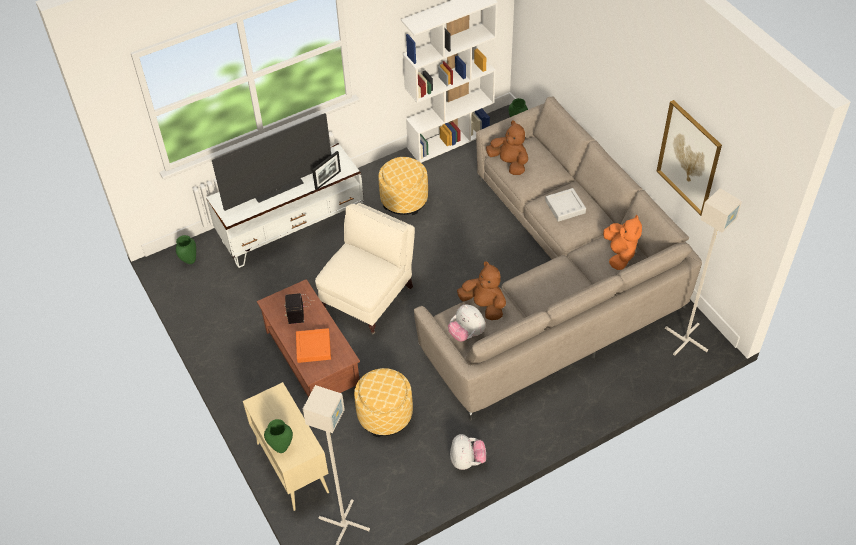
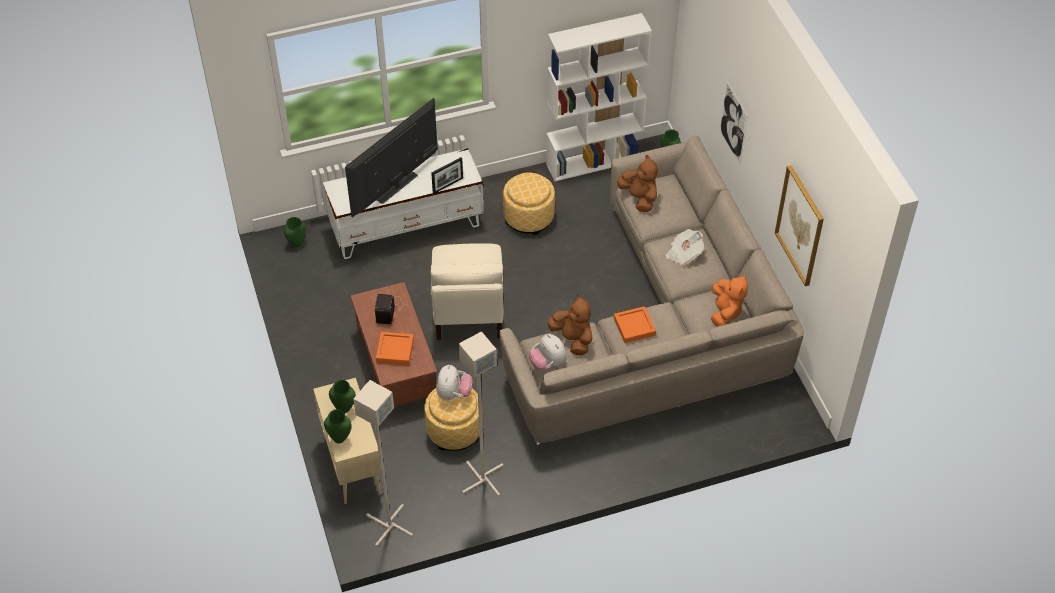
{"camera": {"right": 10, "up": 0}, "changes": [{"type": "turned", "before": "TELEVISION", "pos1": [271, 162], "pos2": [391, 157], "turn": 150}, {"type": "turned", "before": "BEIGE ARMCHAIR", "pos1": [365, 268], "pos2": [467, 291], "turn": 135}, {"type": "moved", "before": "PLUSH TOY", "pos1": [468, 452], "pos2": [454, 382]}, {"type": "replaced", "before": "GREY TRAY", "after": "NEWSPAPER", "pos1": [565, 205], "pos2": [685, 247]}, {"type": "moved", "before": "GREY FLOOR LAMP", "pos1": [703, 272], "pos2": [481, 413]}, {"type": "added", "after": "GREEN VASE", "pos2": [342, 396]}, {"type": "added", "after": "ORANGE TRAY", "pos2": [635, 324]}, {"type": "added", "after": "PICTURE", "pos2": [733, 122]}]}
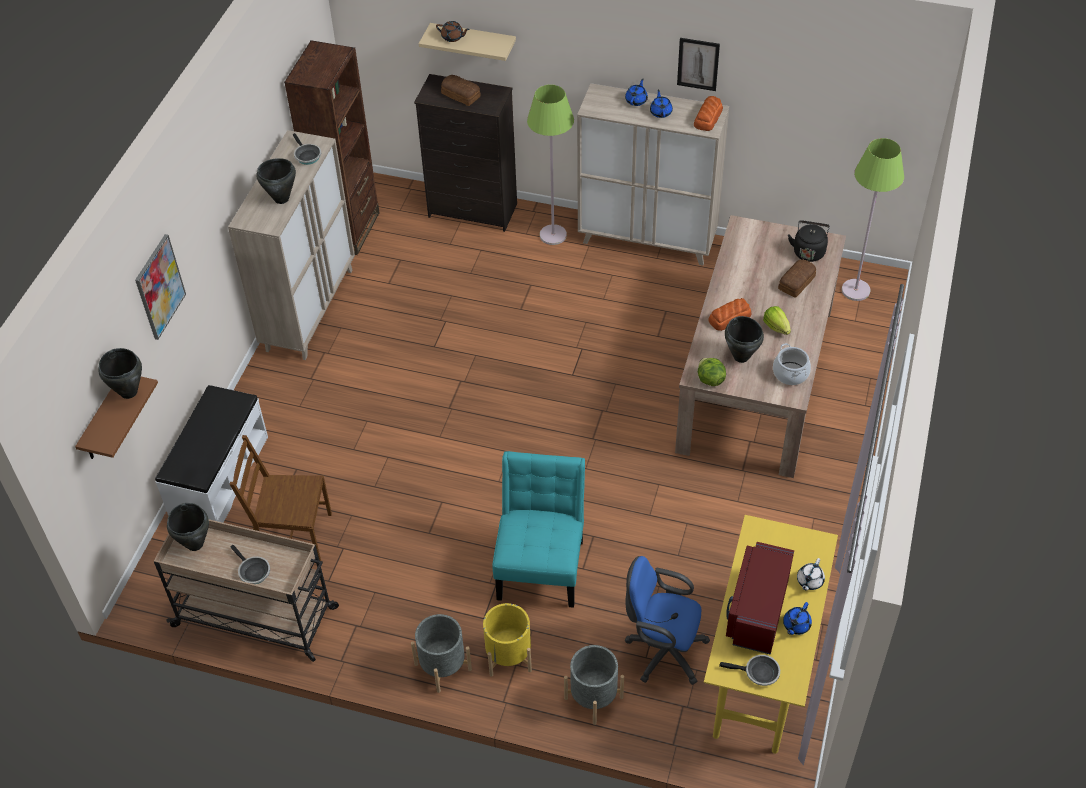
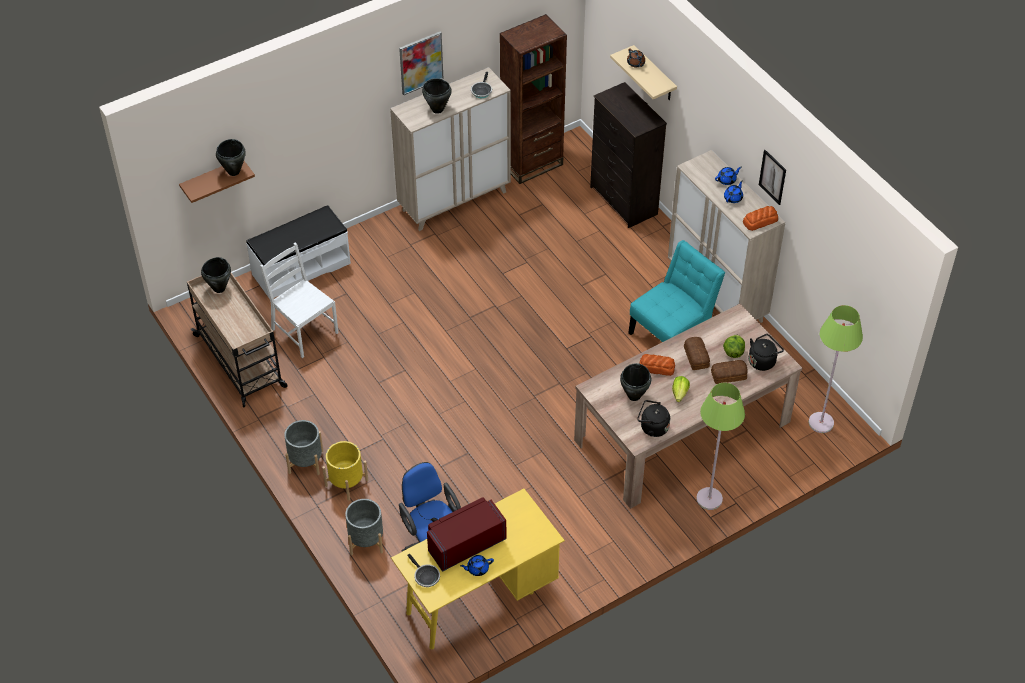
{"camera": {"right": 40, "up": 0}, "changes": [{"type": "moved", "before": "PICTURE", "pos1": [160, 287], "pos2": [421, 63]}, {"type": "recoloured", "before": "BROWN CHAIR", "after": "WHITE CHAIR", "pos1": [281, 498], "pos2": [299, 300]}, {"type": "removed", "before": "FRYING PAN", "pos1": [250, 564]}, {"type": "moved", "before": "BREAD", "pos1": [461, 90], "pos2": [697, 353]}, {"type": "moved", "before": "TURQUOISE CHAIR", "pos1": [538, 529], "pos2": [676, 291]}, {"type": "moved", "before": "GREEN FLOOR LAMP", "pos1": [550, 164], "pos2": [720, 446]}, {"type": "moved", "before": "LETTUCE", "pos1": [712, 372], "pos2": [734, 346]}, {"type": "replaced", "before": "COOKING POT", "after": "BLACK KETTLE", "pos1": [792, 364], "pos2": [653, 418]}, {"type": "removed", "before": "WHITE TEAPOT", "pos1": [811, 574]}]}
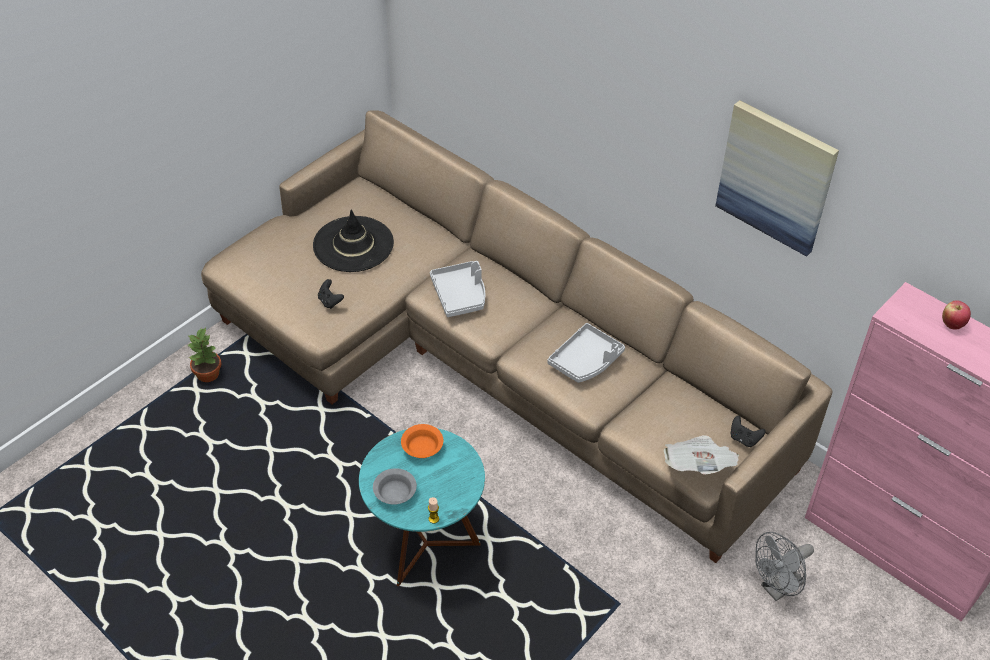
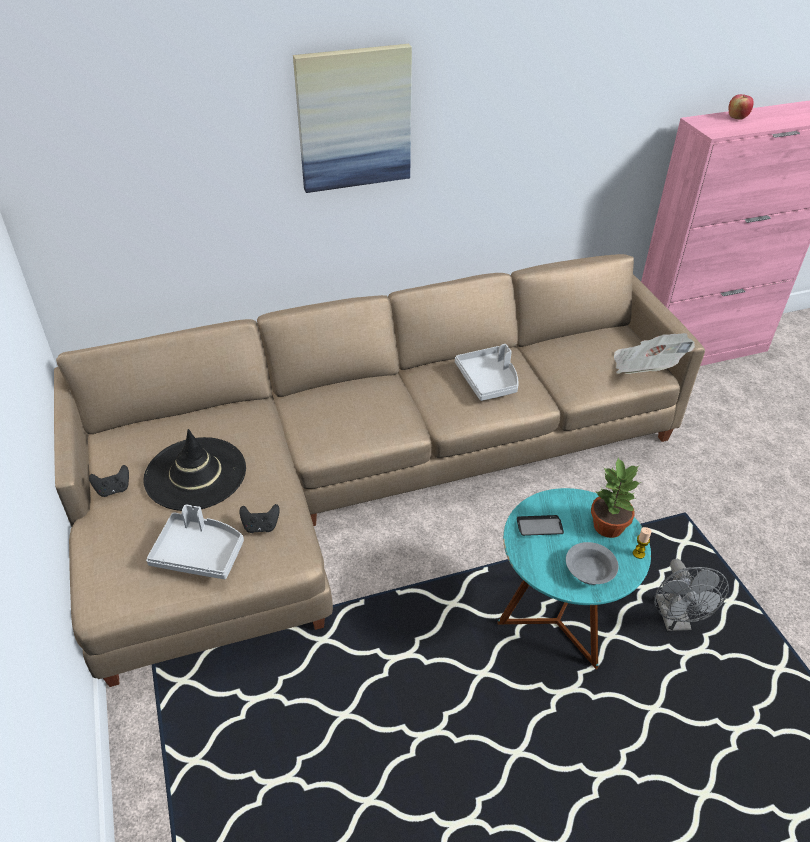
{"camera": {"right": -60, "up": -5}, "changes": [{"type": "moved", "before": "POTTED PLANT", "pos1": [204, 355], "pos2": [615, 498]}, {"type": "replaced", "before": "ORANGE BOWL", "after": "PHONE", "pos1": [422, 441], "pos2": [540, 525]}, {"type": "moved", "before": "GREY TRAY", "pos1": [457, 289], "pos2": [195, 541]}, {"type": "moved", "before": "PICTURE", "pos1": [777, 178], "pos2": [352, 118]}, {"type": "moved", "before": "BLACK GAME CONTROLLER", "pos1": [748, 431], "pos2": [109, 481]}, {"type": "moved", "before": "GREY FAN", "pos1": [784, 566], "pos2": [691, 595]}]}
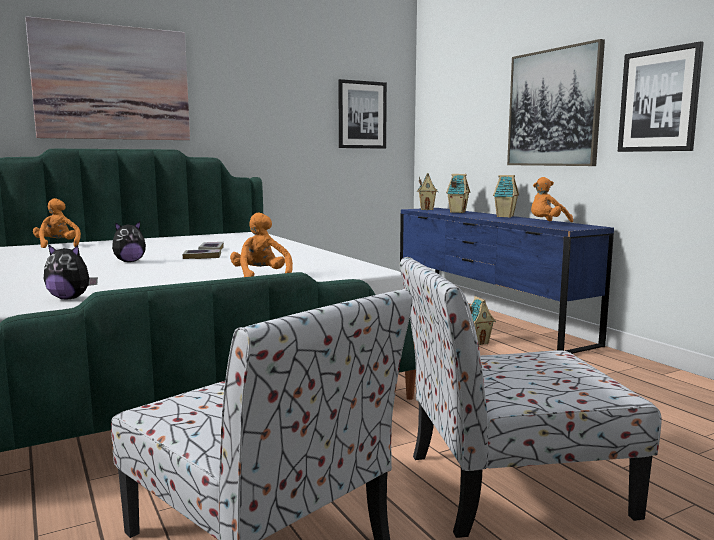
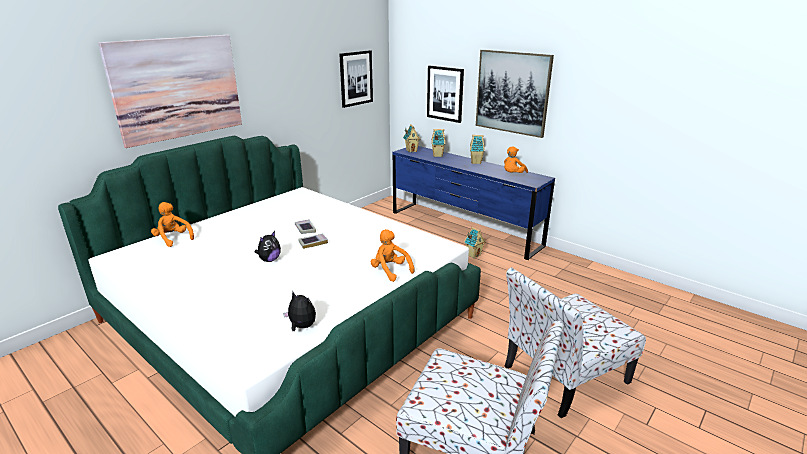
{"camera": {"right": -20, "up": 15}, "changes": [{"type": "turned", "before": "PLUSH TOY", "pos1": [71, 271], "pos2": [299, 311], "turn": -135}, {"type": "moved", "before": "PICTURE", "pos1": [661, 96], "pos2": [445, 94]}]}
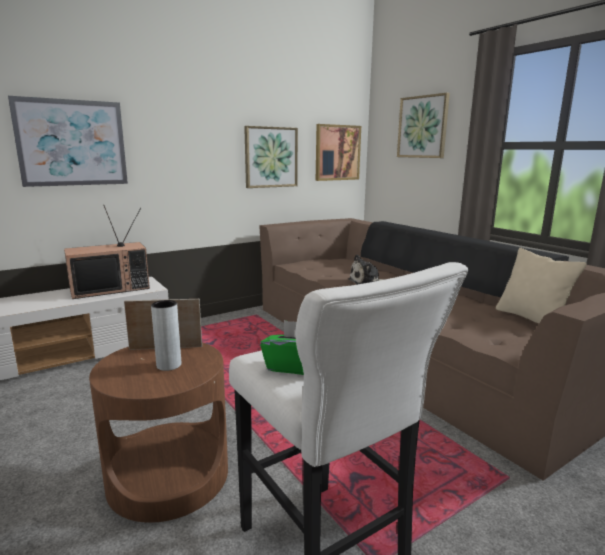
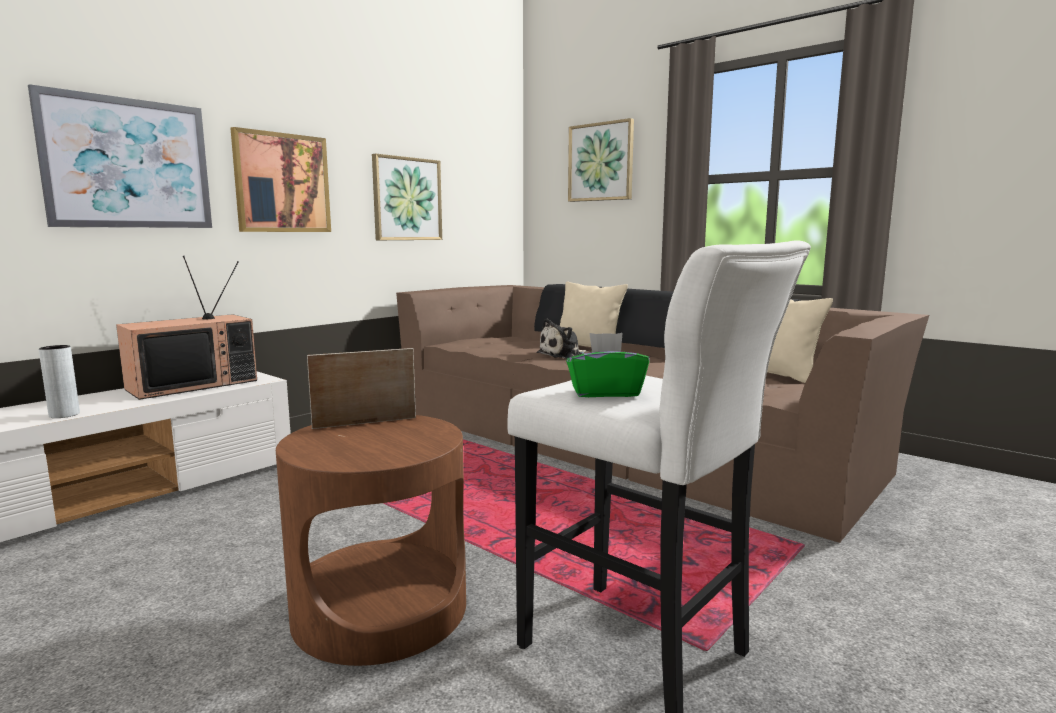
{"camera": {"right": -15, "up": -5}, "changes": [{"type": "moved", "before": "GREY VASE", "pos1": [166, 335], "pos2": [59, 381]}, {"type": "moved", "before": "PICTURE", "pos1": [338, 152], "pos2": [280, 179]}, {"type": "added", "after": "BEIGE PILLOW", "pos2": [594, 314]}]}
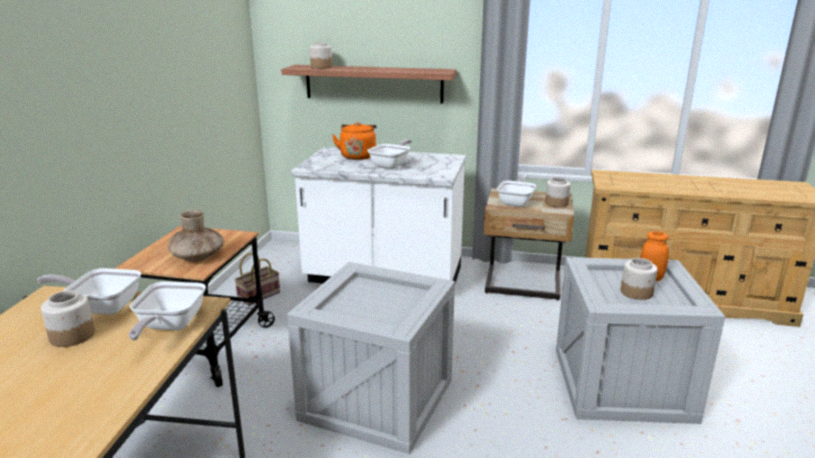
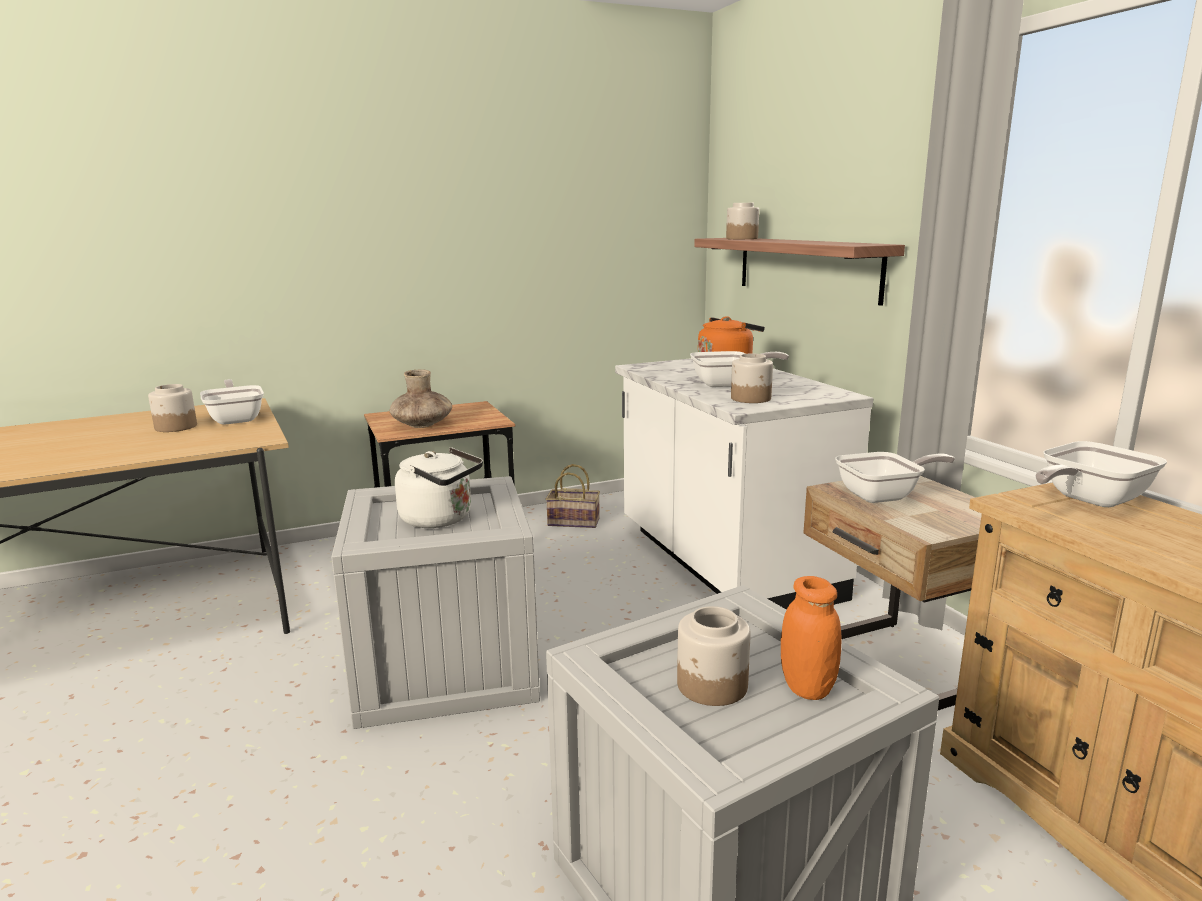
{"camera": {"right": 55, "up": -5}, "changes": [{"type": "moved", "before": "FRYING PAN", "pos1": [167, 310], "pos2": [1101, 474]}, {"type": "moved", "before": "JAR", "pos1": [558, 192], "pos2": [752, 378]}, {"type": "added", "after": "WHITE KETTLE", "pos2": [439, 487]}]}
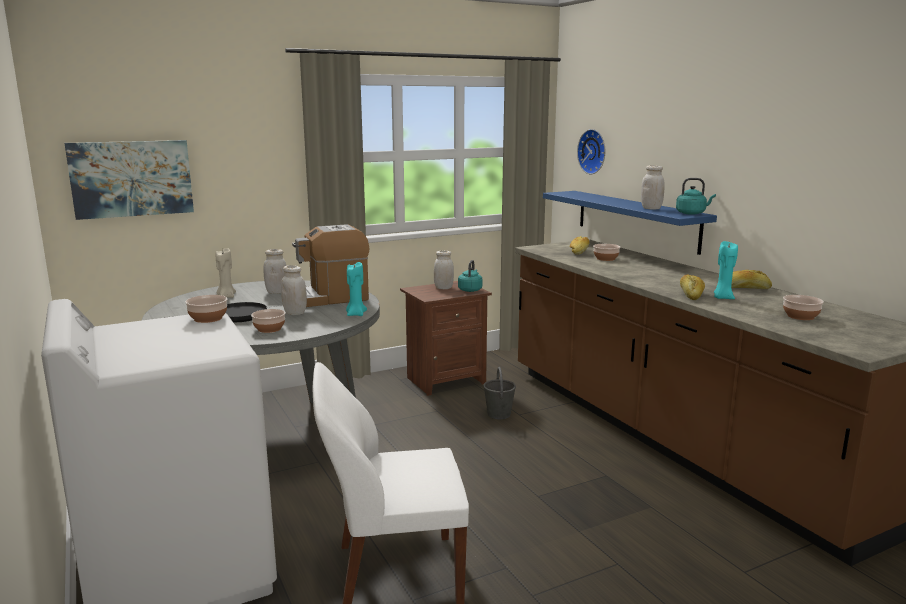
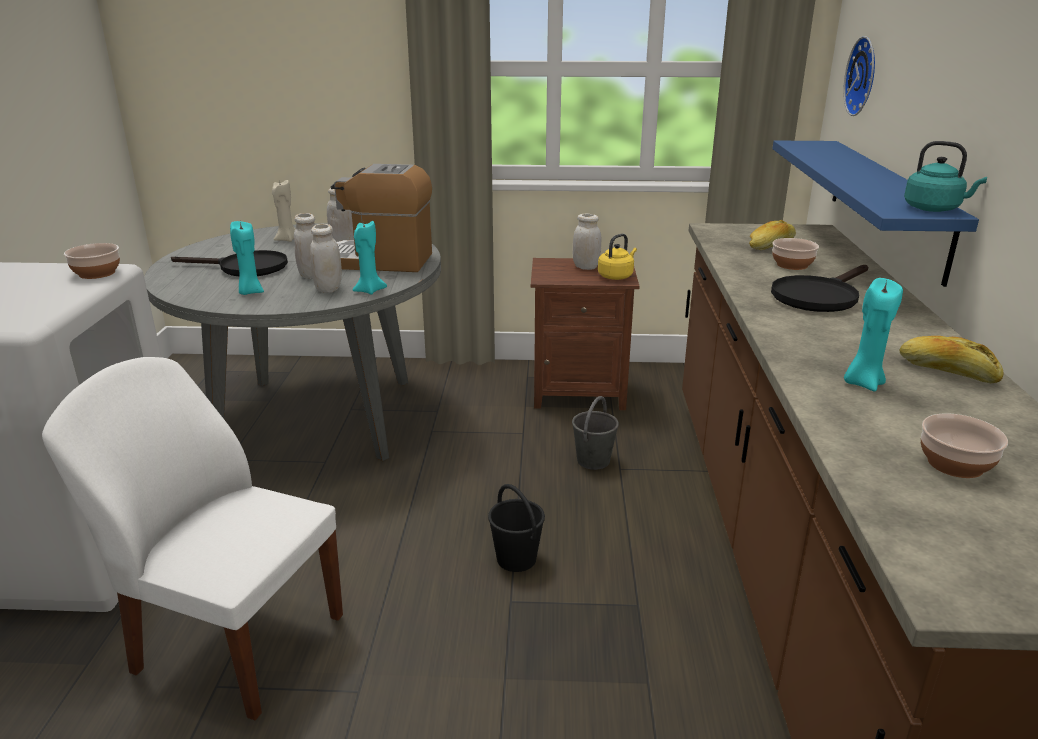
{"camera": {"right": 30, "up": 10}, "changes": [{"type": "removed", "before": "PICTURE", "pos1": [129, 180]}, {"type": "replaced", "before": "BOWL", "after": "TURQUOISE CANDLE", "pos1": [268, 321], "pos2": [247, 258]}, {"type": "recoloured", "before": "TURQUOISE KETTLE", "after": "YELLOW KETTLE", "pos1": [470, 276], "pos2": [617, 256]}, {"type": "moved", "before": "WHITE JAR", "pos1": [653, 187], "pos2": [326, 258]}, {"type": "removed", "before": "BREAD", "pos1": [692, 287]}, {"type": "added", "after": "BLACK BUCKET", "pos2": [516, 528]}, {"type": "added", "after": "BLACK FRYING PAN", "pos2": [819, 288]}]}
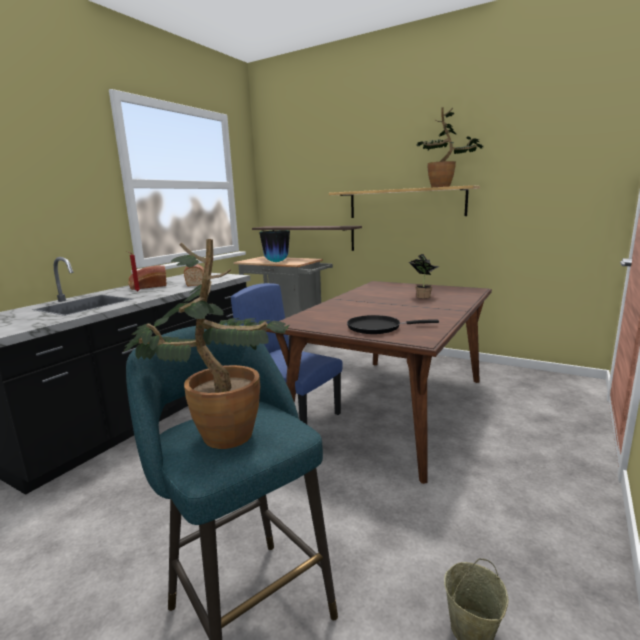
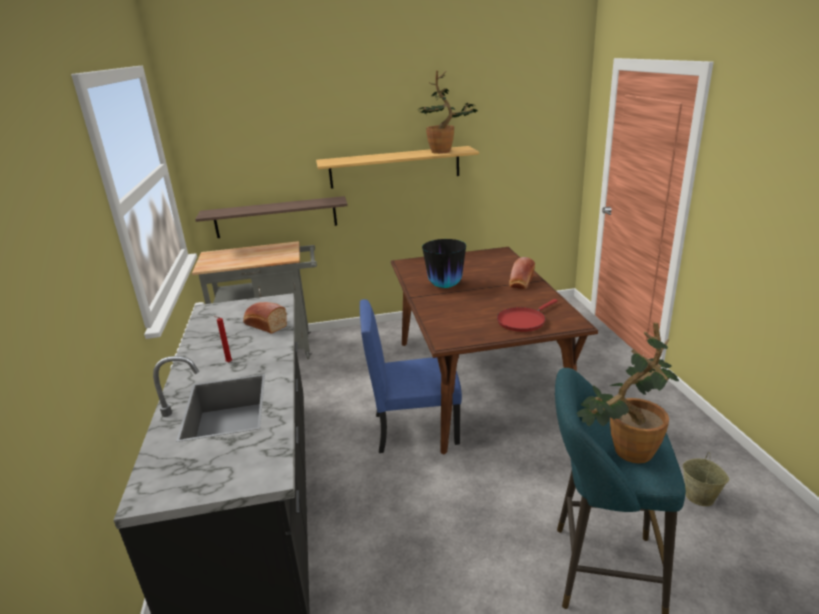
{"camera": {"right": -40, "up": 10}, "changes": [{"type": "moved", "before": "BREAD", "pos1": [147, 277], "pos2": [522, 273]}, {"type": "moved", "before": "VASE", "pos1": [274, 246], "pos2": [444, 263]}, {"type": "recoloured", "before": "BLACK FRYING PAN", "after": "RED FRYING PAN", "pos1": [393, 324], "pos2": [527, 315]}, {"type": "removed", "before": "POTTED PLANT", "pos1": [424, 276]}]}
